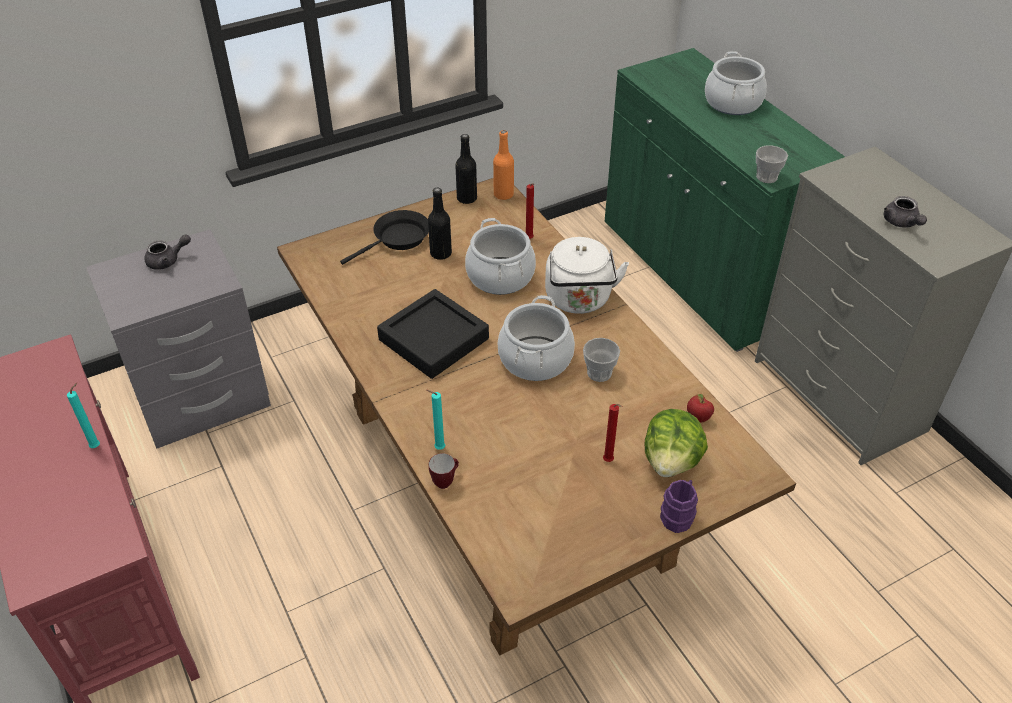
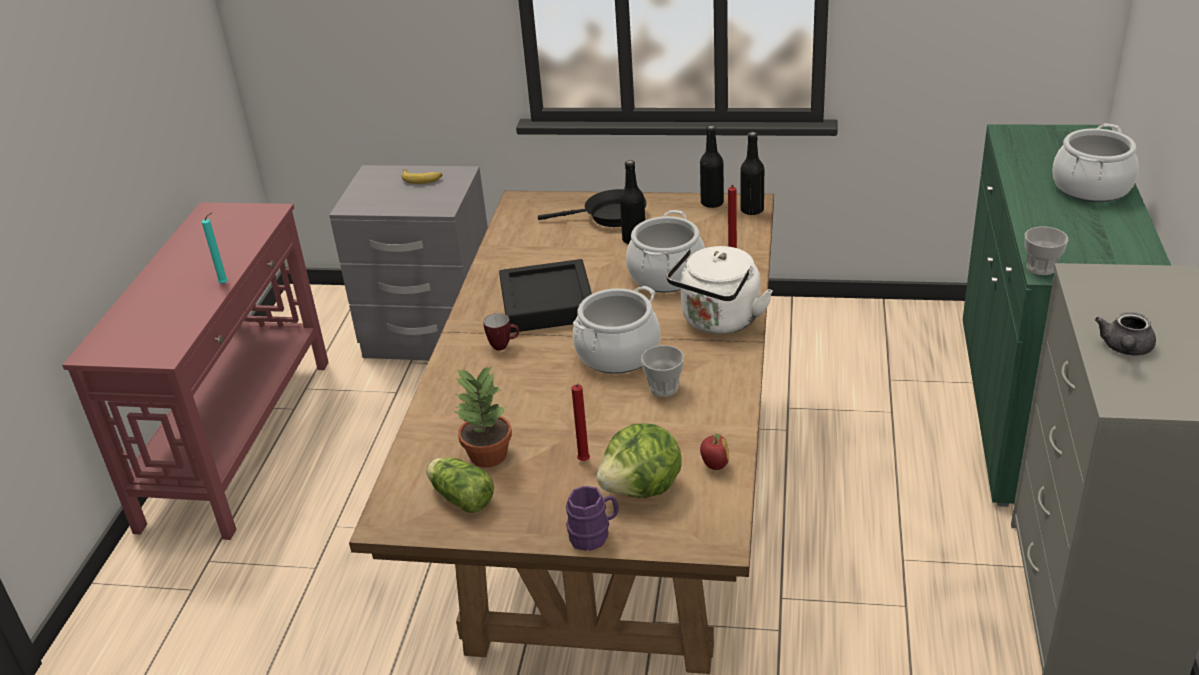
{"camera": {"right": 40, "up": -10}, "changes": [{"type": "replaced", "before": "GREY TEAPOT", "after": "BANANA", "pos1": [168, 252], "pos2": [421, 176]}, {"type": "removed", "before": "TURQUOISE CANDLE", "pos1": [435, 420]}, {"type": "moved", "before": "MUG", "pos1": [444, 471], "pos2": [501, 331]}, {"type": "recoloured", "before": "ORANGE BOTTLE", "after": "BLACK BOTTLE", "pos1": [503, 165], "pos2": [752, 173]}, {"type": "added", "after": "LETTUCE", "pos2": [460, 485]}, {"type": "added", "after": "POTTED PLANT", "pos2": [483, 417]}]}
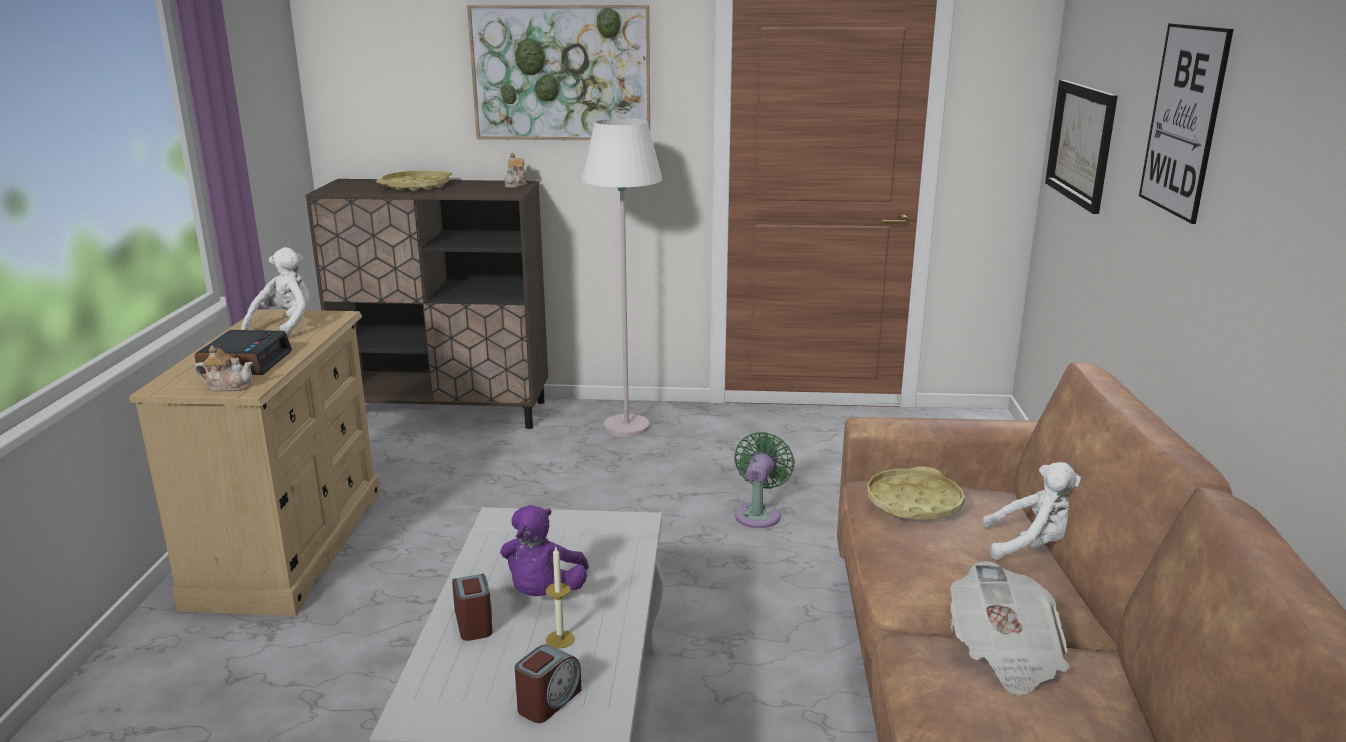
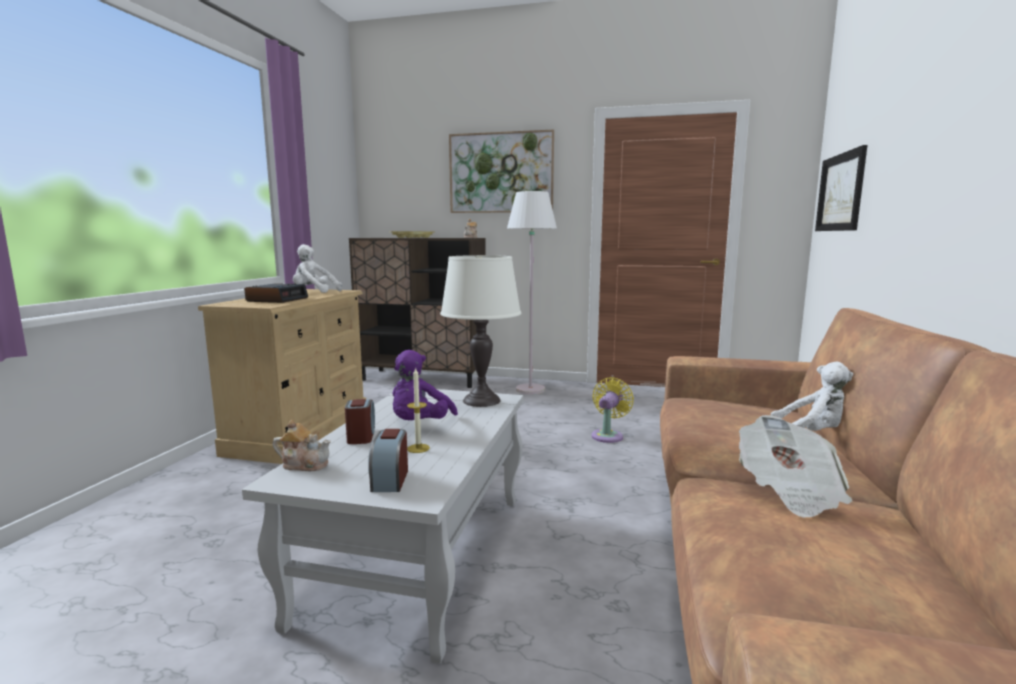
{"camera": {"right": 10, "up": -10}, "changes": [{"type": "moved", "before": "TEAPOT", "pos1": [224, 368], "pos2": [302, 445]}, {"type": "turned", "before": "WHITE PLUSH TOY", "pos1": [275, 292], "pos2": [317, 268], "turn": -105}, {"type": "turned", "before": "ALARM CLOCK", "pos1": [548, 683], "pos2": [388, 460], "turn": 135}, {"type": "recoloured", "before": "GREEN FAN", "after": "YELLOW FAN", "pos1": [764, 480], "pos2": [612, 410]}, {"type": "removed", "before": "YELLOW TRAY", "pos1": [916, 493]}, {"type": "removed", "before": "PICTURE", "pos1": [1186, 123]}, {"type": "added", "after": "WHITE TABLE LAMP", "pos2": [480, 331]}]}
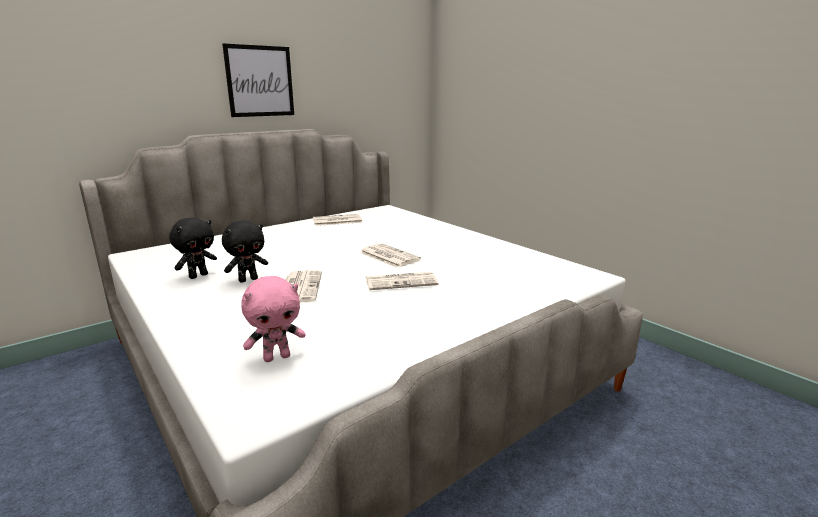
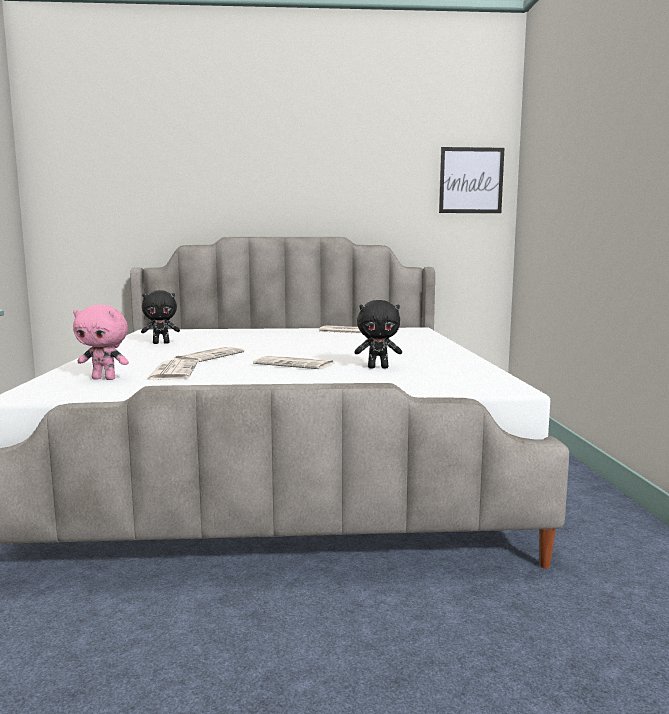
{"camera": {"right": 35, "up": -10}, "changes": [{"type": "moved", "before": "PICTURE", "pos1": [258, 80], "pos2": [471, 180]}, {"type": "moved", "before": "BLACK PLUSH TOY", "pos1": [245, 251], "pos2": [378, 334]}, {"type": "moved", "before": "NEWSPAPER", "pos1": [390, 255], "pos2": [172, 369]}]}
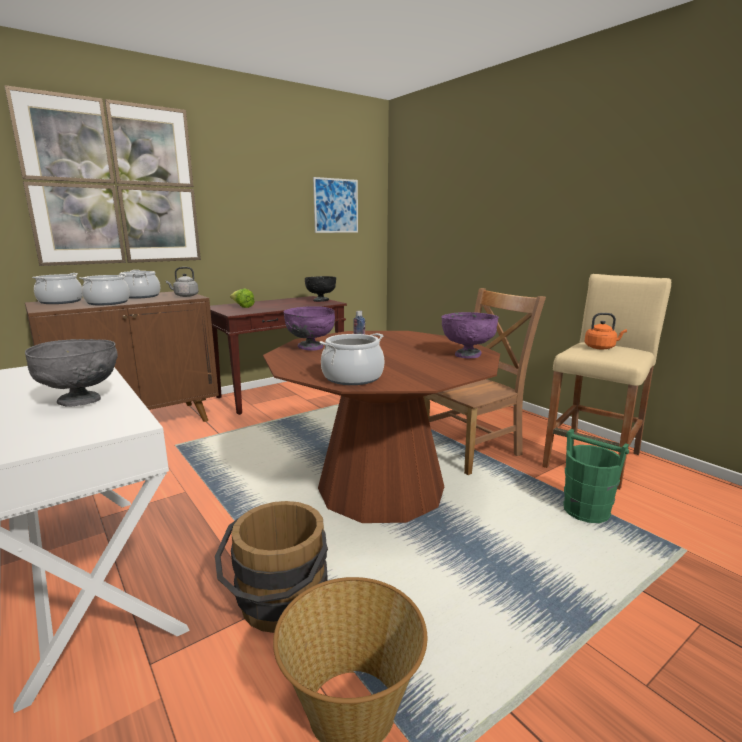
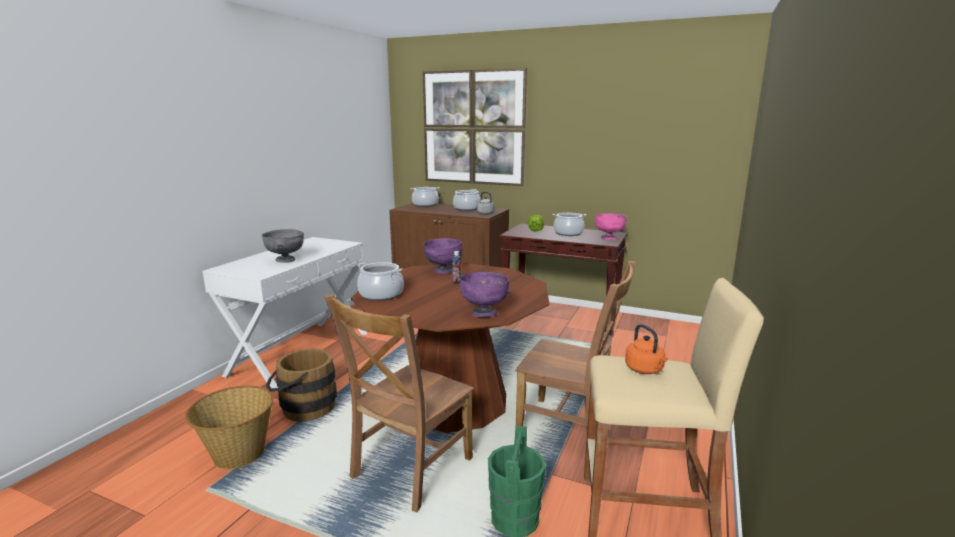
{"camera": {"right": 60, "up": 0}, "changes": [{"type": "moved", "before": "COOKING POT", "pos1": [104, 289], "pos2": [569, 224]}, {"type": "recoloured", "before": "BLACK BOWL", "after": "PINK BOWL", "pos1": [320, 289], "pos2": [611, 226]}, {"type": "removed", "before": "PICTURE", "pos1": [335, 205]}, {"type": "added", "after": "BROWN CHAIR", "pos2": [399, 403]}]}
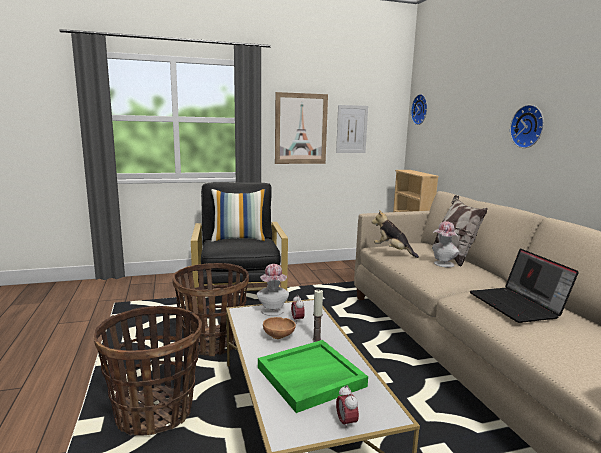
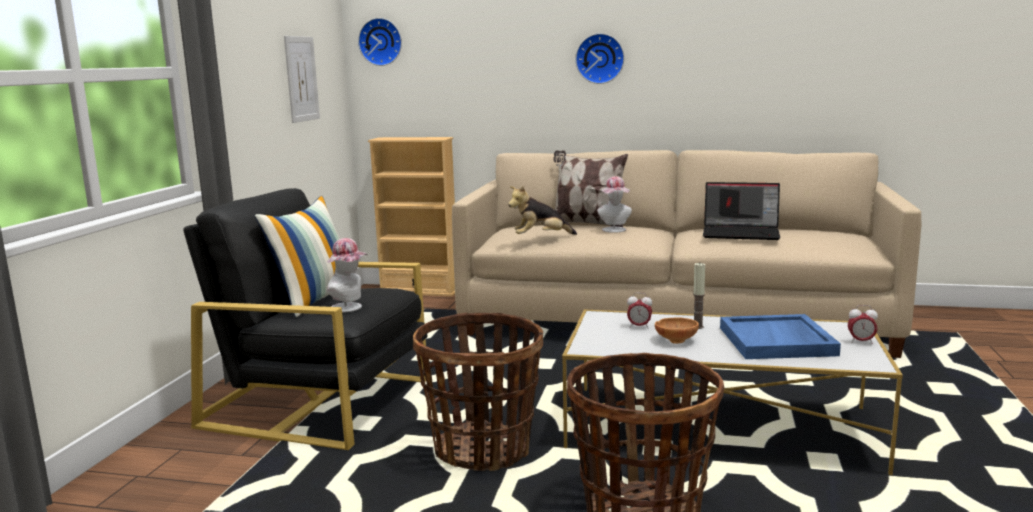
{"camera": {"right": -60, "up": 0}, "changes": [{"type": "moved", "before": "HAT", "pos1": [273, 290], "pos2": [347, 275]}, {"type": "recoloured", "before": "GREEN TRAY", "after": "BLUE TRAY", "pos1": [313, 376], "pos2": [780, 336]}, {"type": "removed", "before": "PICTURE", "pos1": [301, 128]}]}
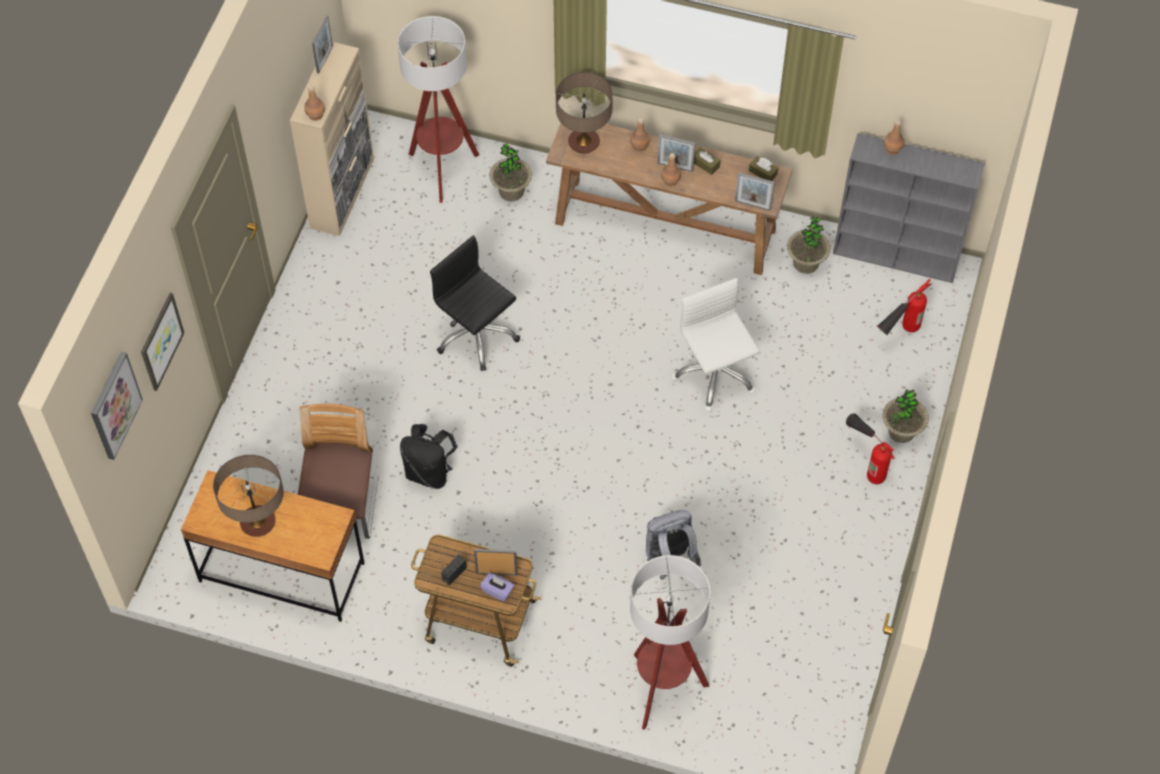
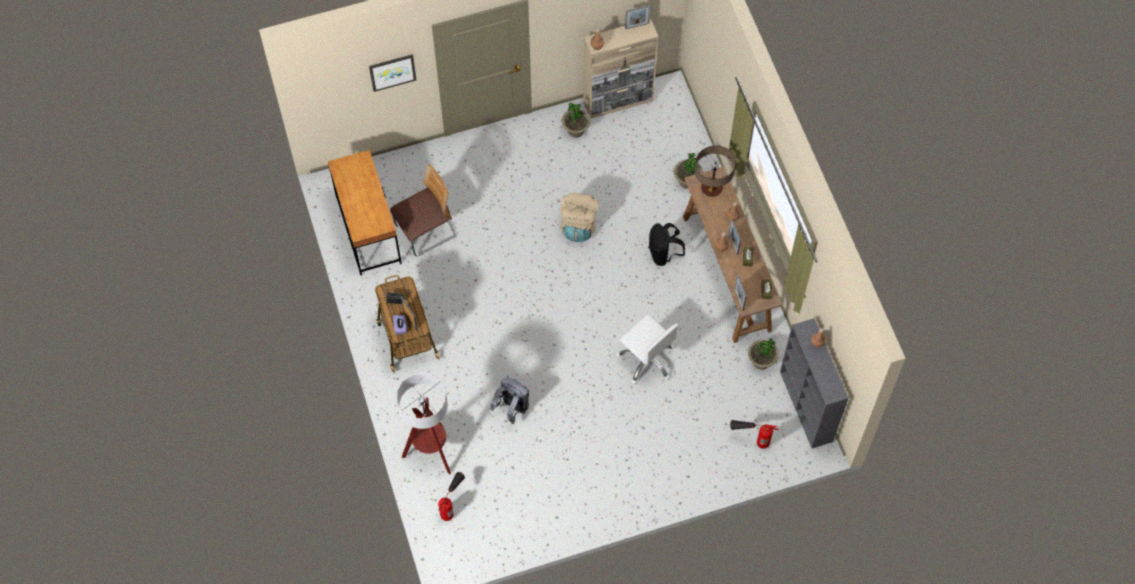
{"camera": {"right": 55, "up": 5}, "changes": [{"type": "removed", "before": "PICTURE", "pos1": [117, 405]}, {"type": "removed", "before": "TABLE LAMP", "pos1": [248, 496]}, {"type": "removed", "before": "FLOOR LAMP", "pos1": [438, 109]}, {"type": "moved", "before": "BLACK BACKPACK", "pos1": [429, 456], "pos2": [666, 244]}, {"type": "replaced", "before": "BLACK OFFICE CHAIR", "after": "BEIGE BACKPACK", "pos1": [475, 303], "pos2": [579, 217]}, {"type": "turned", "before": "WHITE OFFICE CHAIR", "pos1": [716, 344], "pos2": [647, 349], "turn": 105}, {"type": "moved", "before": "FIRE EXTINGUISHER", "pos1": [870, 448], "pos2": [451, 496]}, {"type": "moved", "before": "POTTED PLANT", "pos1": [905, 416], "pos2": [576, 120]}]}
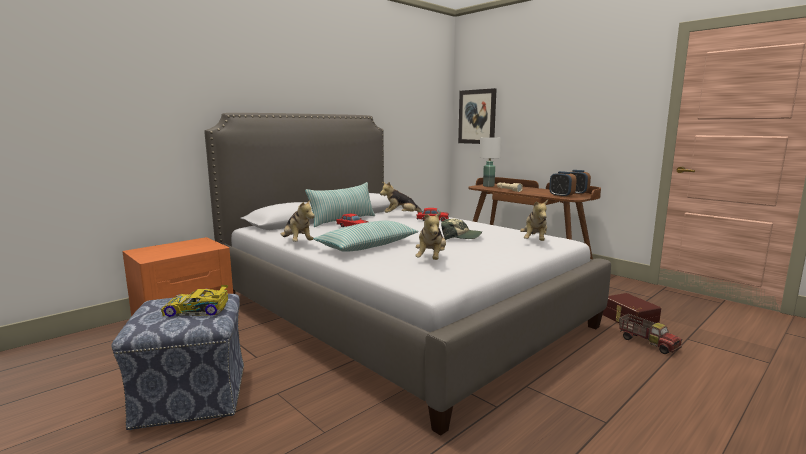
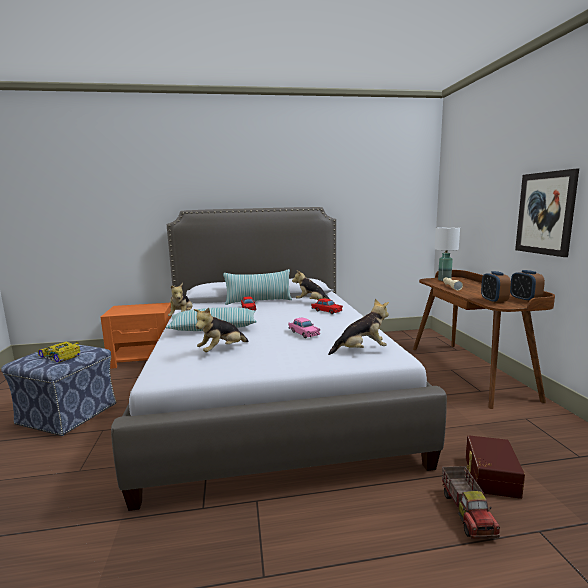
{"camera": {"right": 35, "up": 0}, "changes": [{"type": "replaced", "before": "CAP", "after": "PINK TOY CAR", "pos1": [461, 229], "pos2": [304, 328]}, {"type": "moved", "before": "PICTURE", "pos1": [477, 116], "pos2": [547, 213]}, {"type": "turned", "before": "PLUSH TOY", "pos1": [534, 220], "pos2": [358, 327], "turn": -150}]}
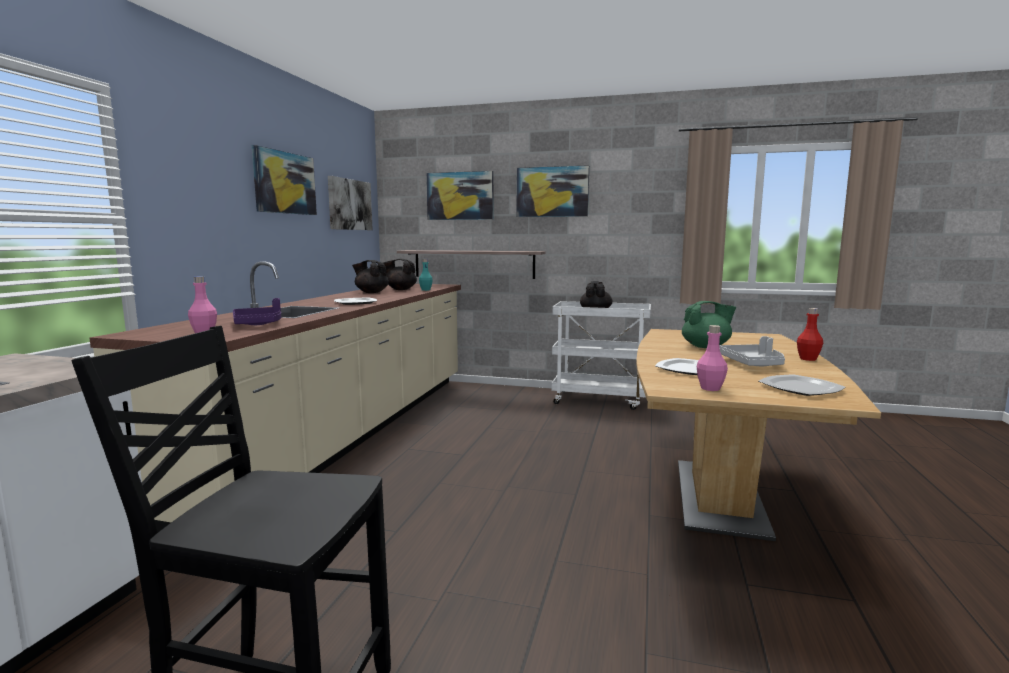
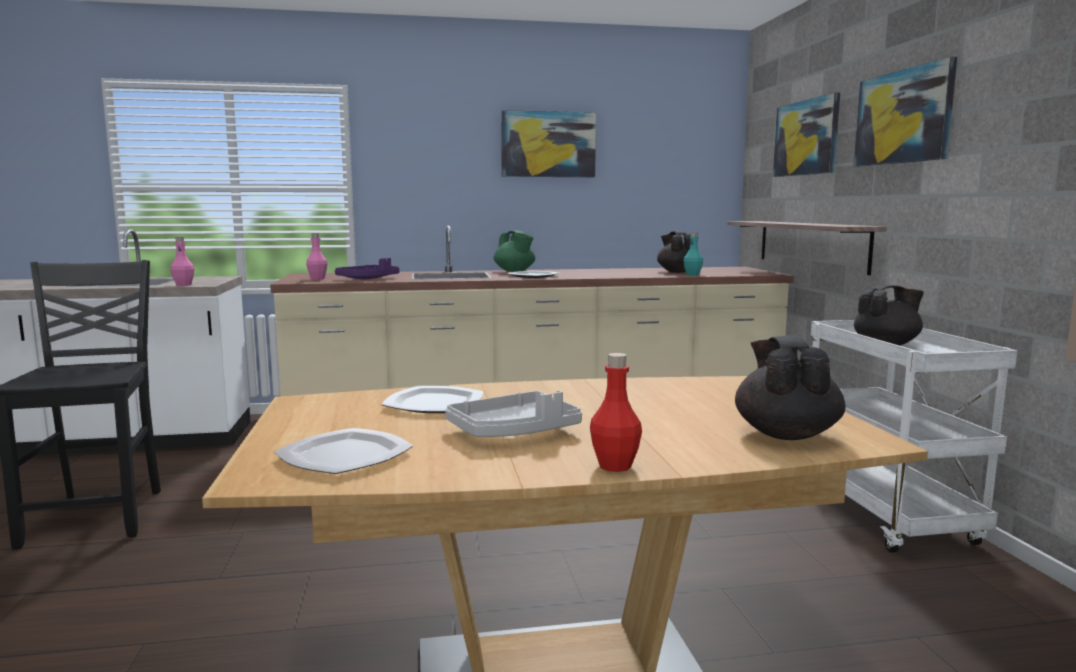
{"camera": {"right": 65, "up": 0}, "changes": [{"type": "removed", "before": "PICTURE", "pos1": [350, 203]}, {"type": "moved", "before": "BLACK TEAPOT", "pos1": [370, 276], "pos2": [790, 387]}, {"type": "moved", "before": "GREEN TEAPOT", "pos1": [709, 324], "pos2": [514, 251]}, {"type": "moved", "before": "PINK BOTTLE", "pos1": [712, 358], "pos2": [182, 261]}]}
